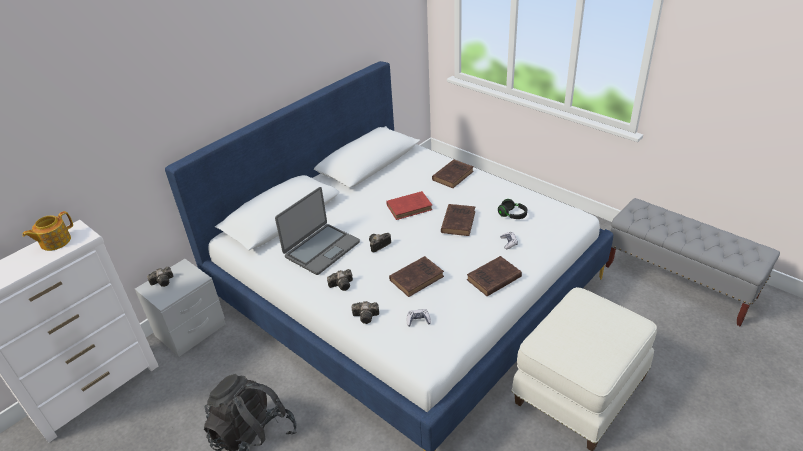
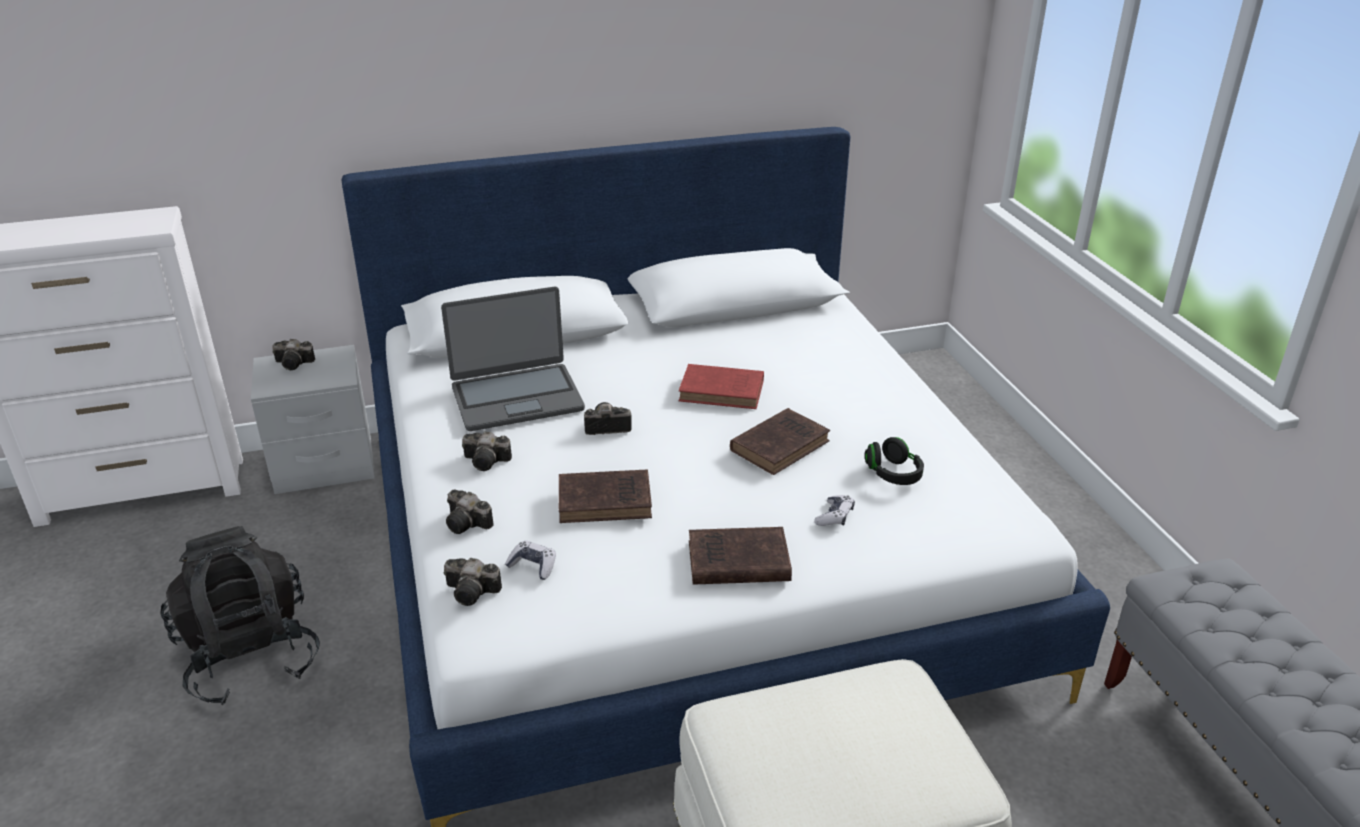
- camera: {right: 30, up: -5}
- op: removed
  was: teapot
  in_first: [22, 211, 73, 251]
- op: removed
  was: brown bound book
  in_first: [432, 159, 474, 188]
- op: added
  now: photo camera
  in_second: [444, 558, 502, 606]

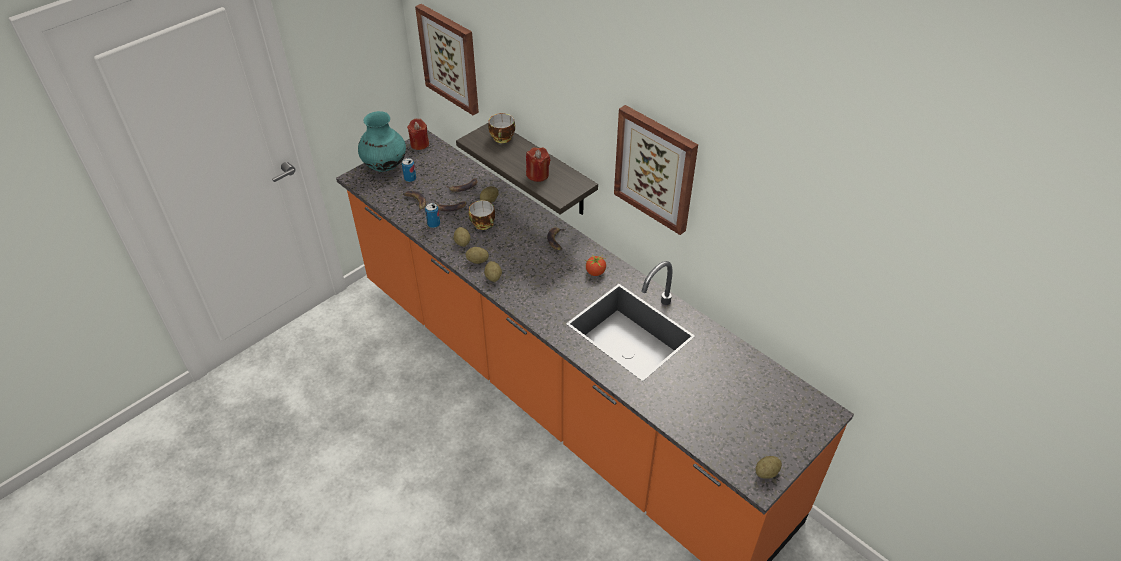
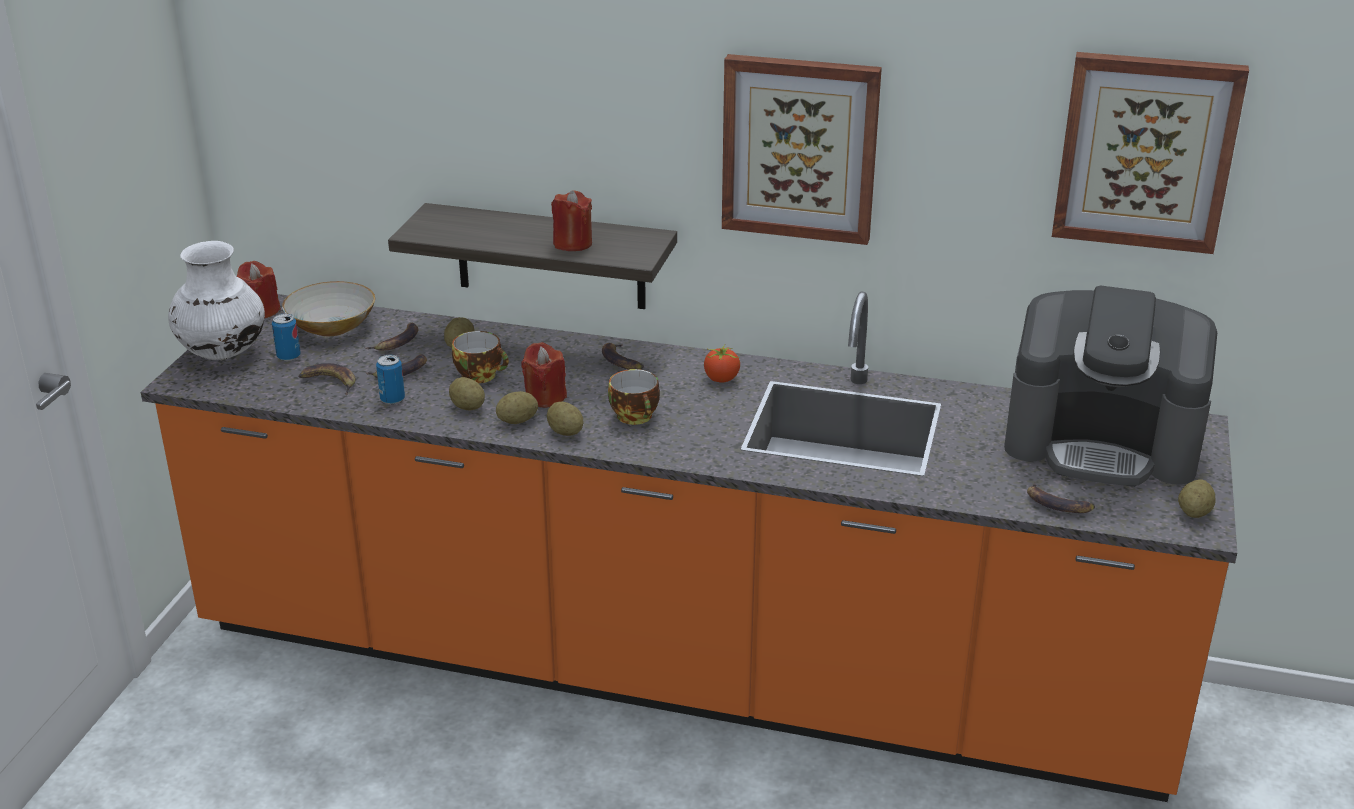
- camera: {right: -30, up: -15}
- op: recoloured
  was: blue-green vase
  now: white vase
  in_first: [358, 111, 406, 172]
  in_second: [168, 241, 265, 360]
- op: moved
  was: wall picture
  in_first: [415, 4, 479, 115]
  in_second: [1052, 52, 1249, 254]
- op: moved
  was: cup
  in_first: [488, 113, 515, 143]
  in_second: [608, 369, 660, 425]
- op: added
  now: bowl
  in_second: [282, 281, 375, 336]
- op: added
  now: reddish candle
  in_second: [521, 342, 567, 408]
- op: added
  now: coffee machine
  in_second: [1004, 286, 1217, 487]
- op: added
  now: banana fruit
  in_second: [1027, 483, 1095, 513]

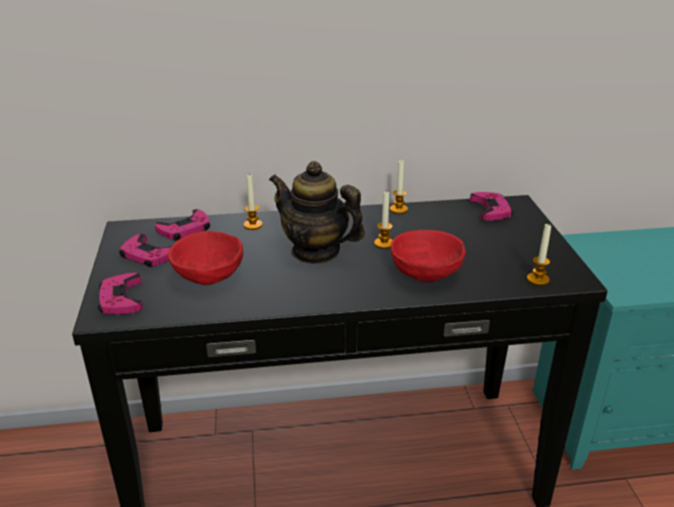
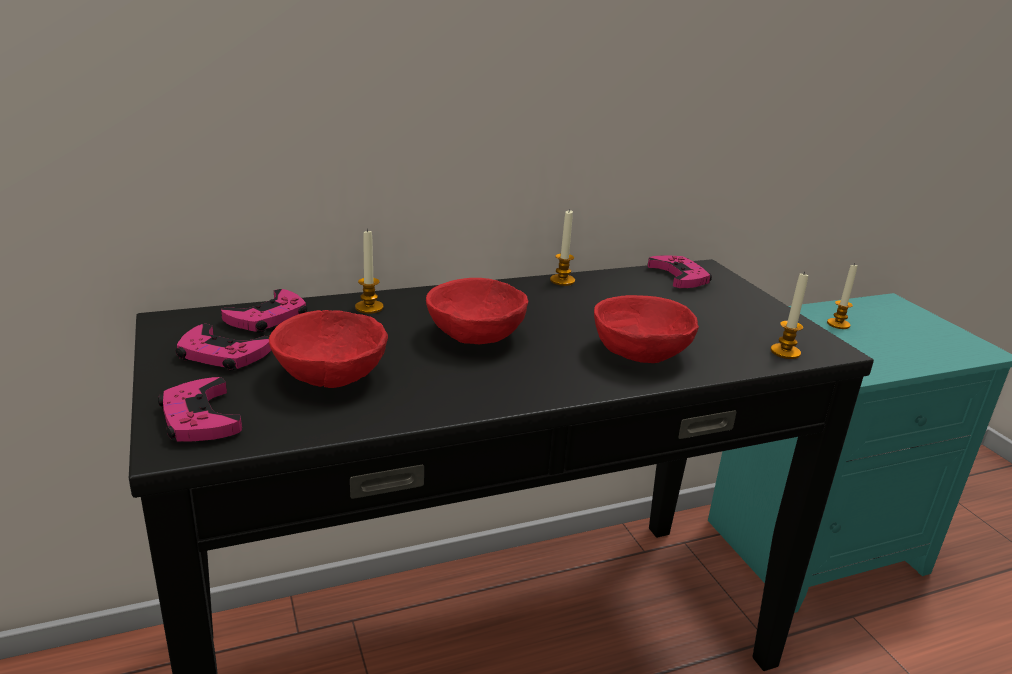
- camera: {right: -15, up: -5}
- op: replaced
  was: teapot
  now: reddish bowl
  in_first: [269, 161, 365, 264]
  in_second: [426, 278, 528, 344]
- op: moved
  was: candle
  in_first: [374, 190, 393, 249]
  in_second: [827, 263, 857, 329]

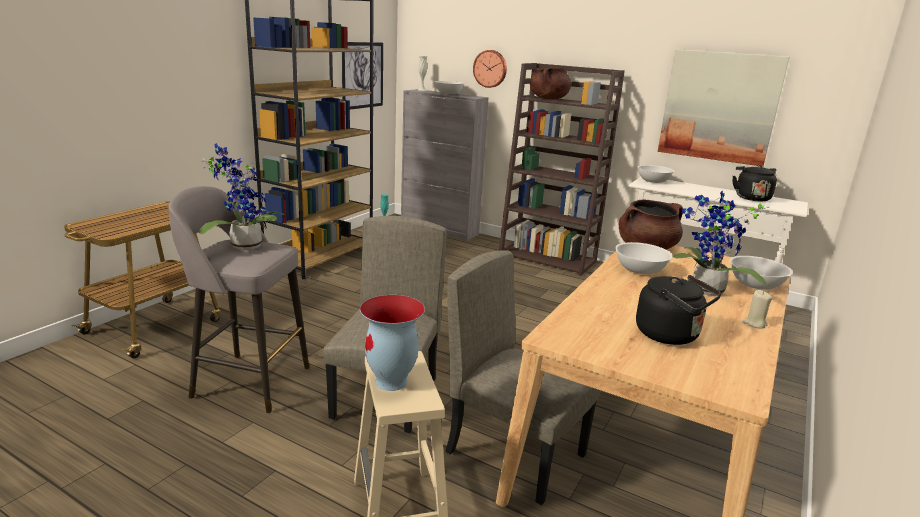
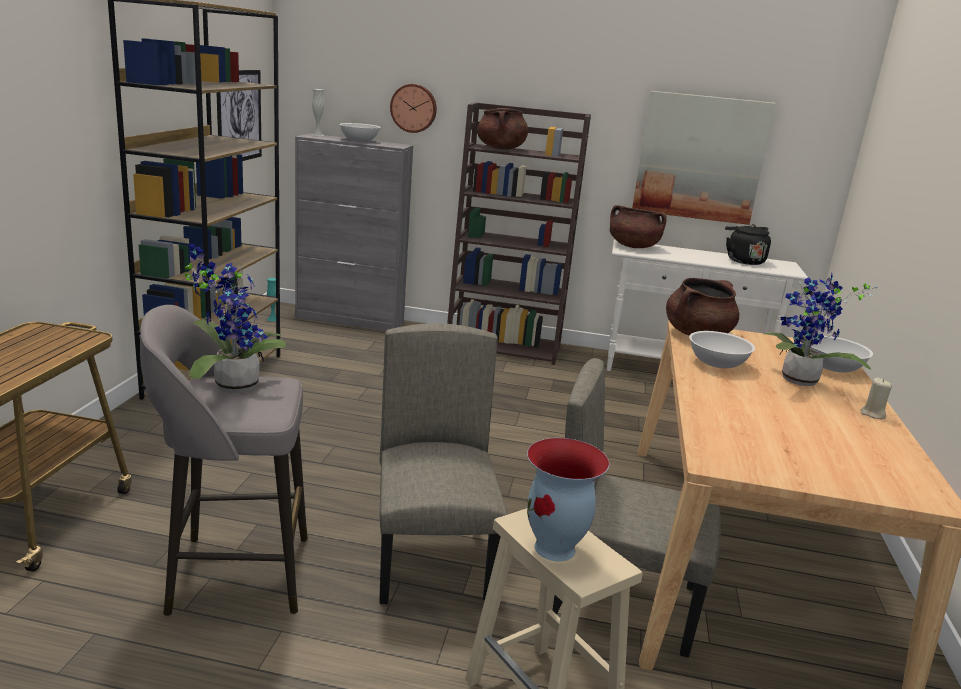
- camera: {right: -20, up: 0}
- op: removed
  was: black kettle
  in_first: [636, 275, 721, 345]
- op: replaced
  was: white bowl
  now: brown saucepot
  in_first: [638, 165, 674, 183]
  in_second: [610, 205, 667, 248]

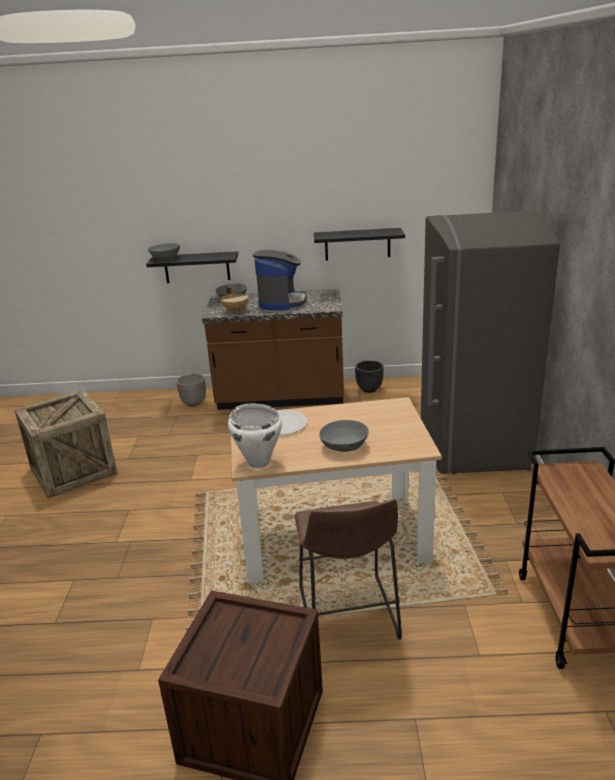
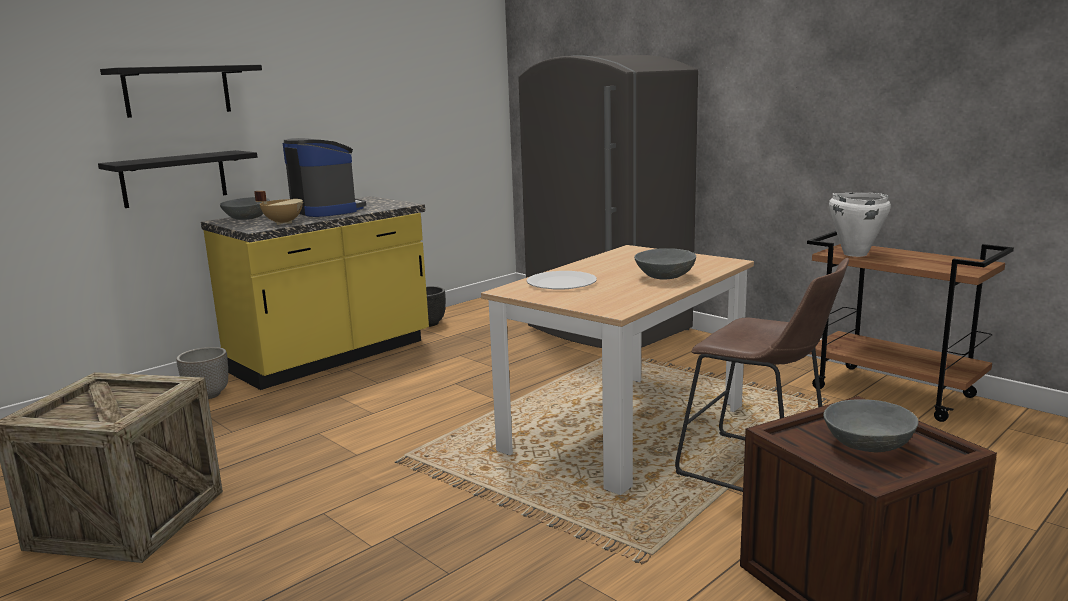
- camera: {right: -45, up: -10}
- op: moved
  was: greyish bowl
  in_first: [148, 243, 180, 260]
  in_second: [823, 399, 918, 452]
- op: recoloured
  was: brown kitchen counter
  now: yellow kitchen counter
  in_first: [202, 289, 344, 410]
  in_second: [201, 196, 429, 390]
- op: moved
  was: white saucepot
  in_first: [228, 403, 282, 469]
  in_second: [829, 193, 891, 257]
- op: moved
  was: black wall shelf
  in_first: [314, 228, 405, 260]
  in_second: [100, 65, 262, 118]

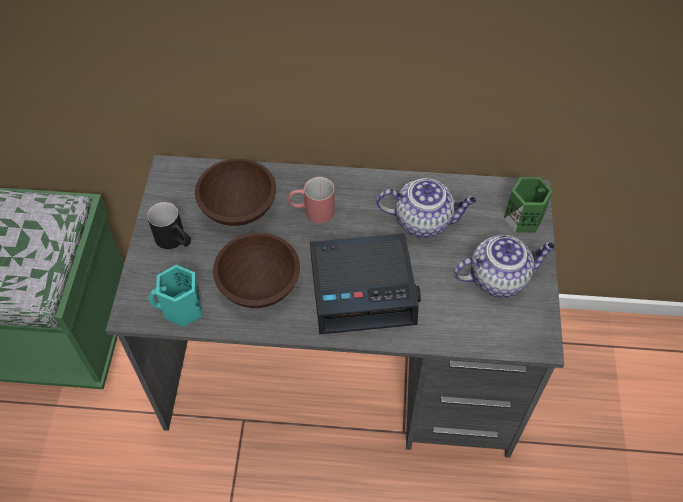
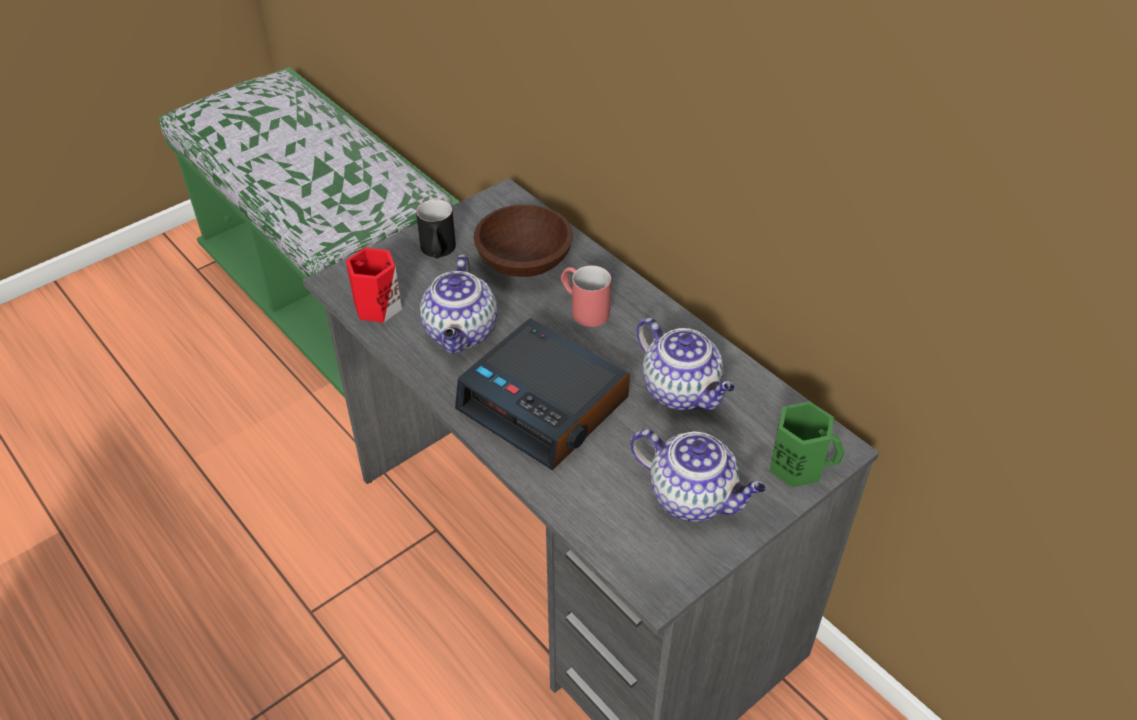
- camera: {right: 45, up: -10}
- op: recoloured
  was: blue-green coffee mug
  now: reddish coffee mug
  in_first: [148, 265, 202, 327]
  in_second: [346, 248, 402, 323]
- op: replaced
  was: brown bowl
  now: teapot
  in_first: [213, 233, 300, 308]
  in_second: [420, 255, 497, 354]

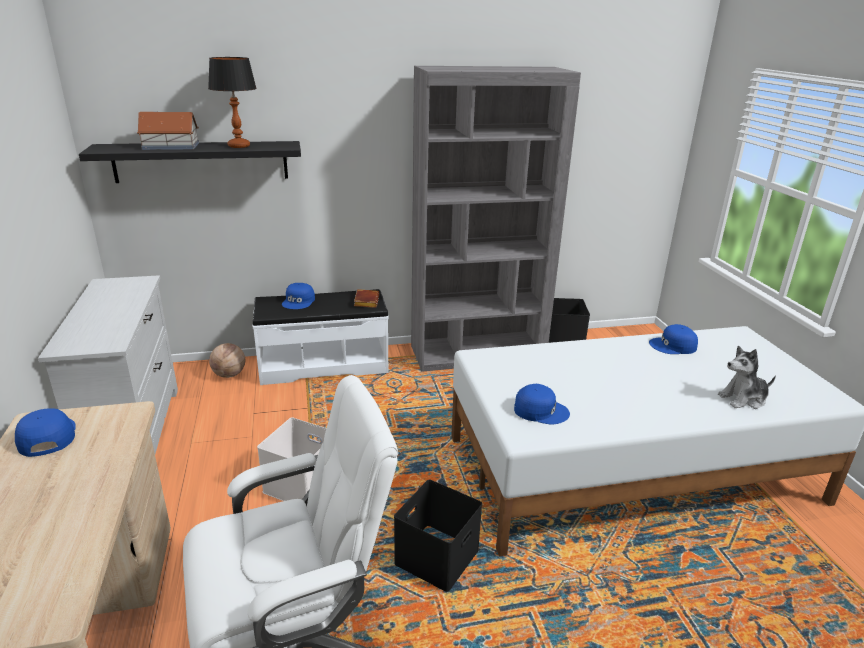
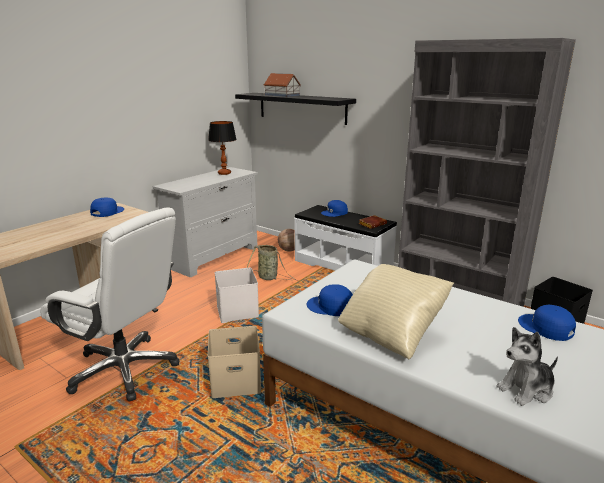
- camera: {right: 50, up: -5}
- op: moved
  was: table lamp
  in_first: [208, 57, 257, 148]
  in_second: [208, 121, 237, 175]
- op: recoloured
  was: black storage box
  now: beige-coloured storage box
  in_first: [394, 480, 482, 592]
  in_second: [208, 326, 261, 398]
- op: turned
  was: blue-coloured baseball cap
  in_first: [514, 384, 570, 424]
  in_second: [307, 284, 353, 316]
  clockwise: 135
- op: turned
  was: cuddly toy
  in_first: [718, 346, 776, 409]
  in_second: [497, 327, 558, 406]
  clockwise: -60
- op: added
  now: basket
  in_second: [247, 245, 296, 280]
- op: added
  now: beige-coloured pillow
  in_second: [338, 264, 454, 359]

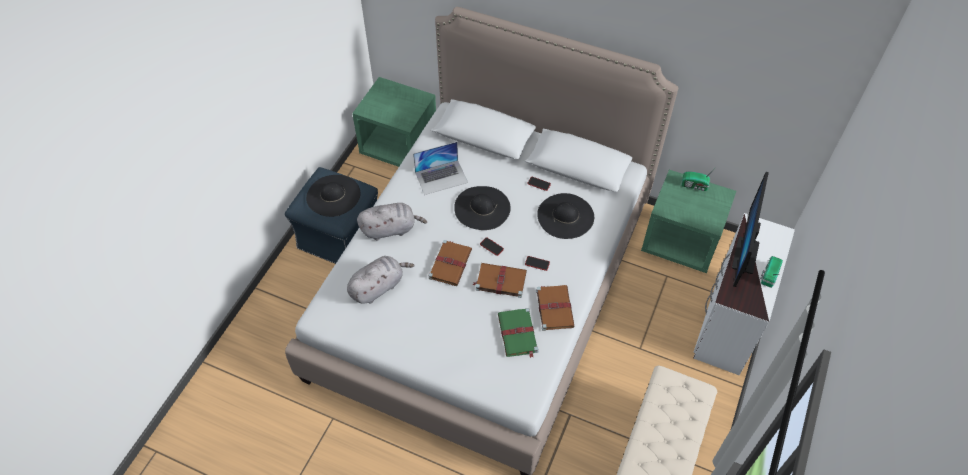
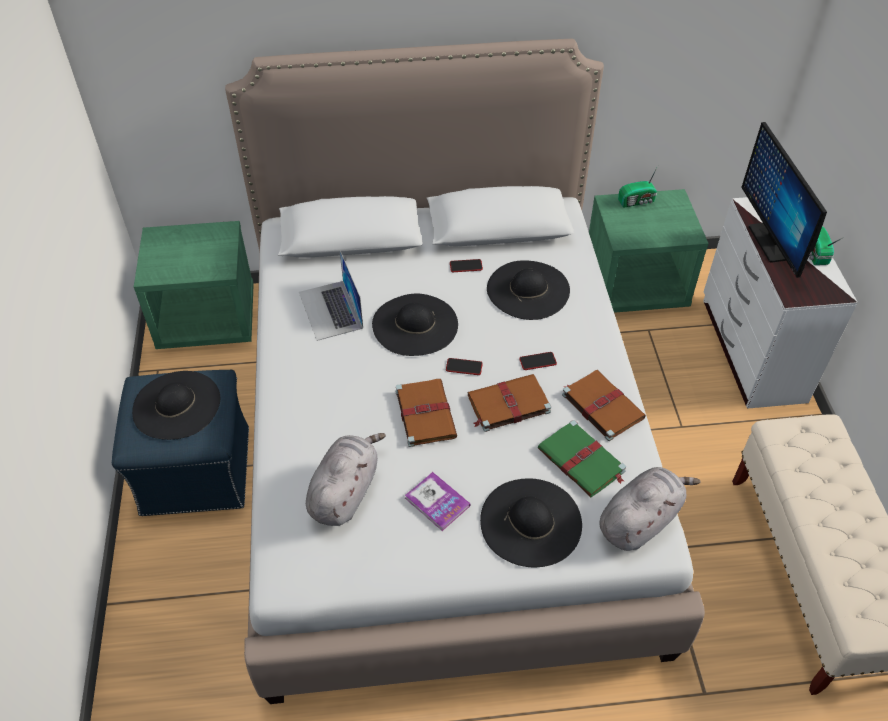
- camera: {right: -30, up: -5}
- op: moved
  was: greyish cuddly toy
  in_first: [357, 203, 427, 240]
  in_second: [599, 467, 701, 551]
- op: turned
  was: laptop
  in_first: [413, 142, 468, 195]
  in_second: [299, 249, 363, 341]
  clockwise: 120
- op: added
  now: bound book
  in_second: [405, 472, 470, 531]
- op: added
  now: black wearable hat
  in_second: [480, 478, 582, 567]

